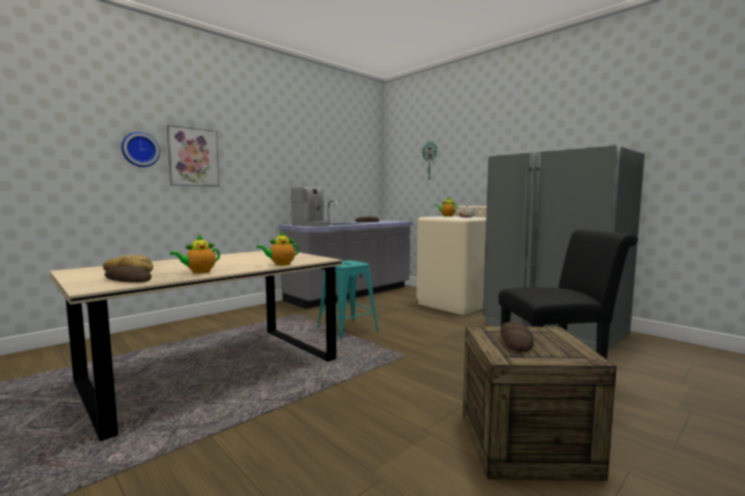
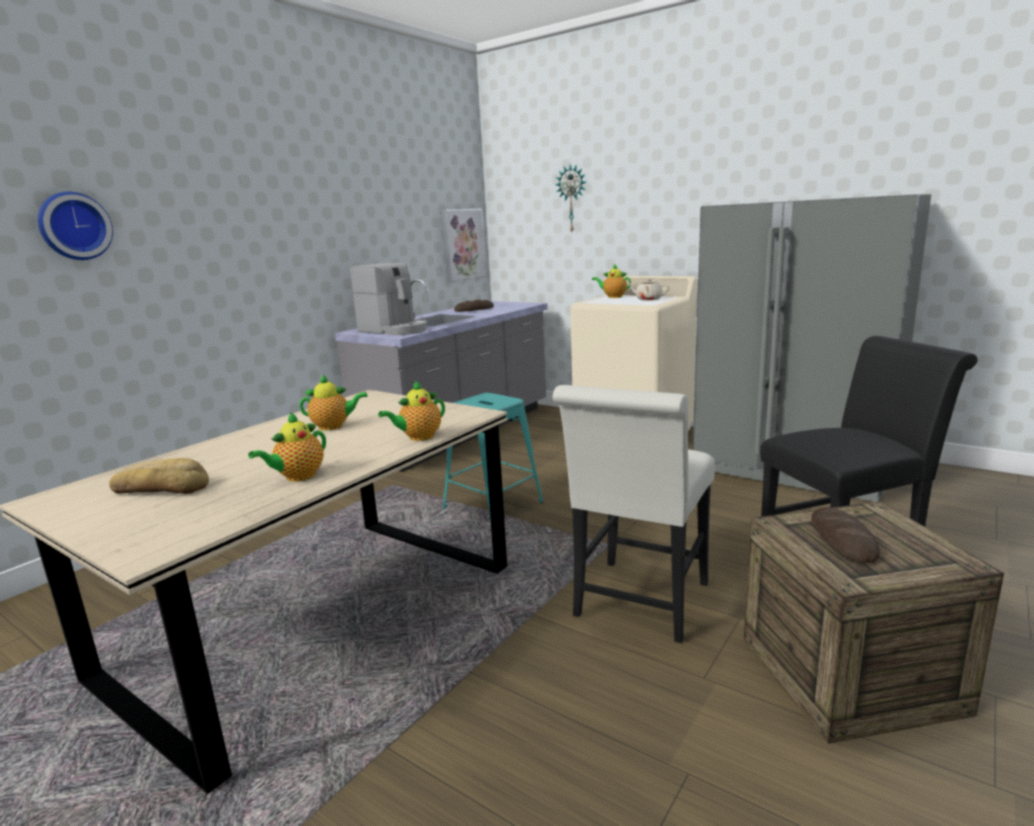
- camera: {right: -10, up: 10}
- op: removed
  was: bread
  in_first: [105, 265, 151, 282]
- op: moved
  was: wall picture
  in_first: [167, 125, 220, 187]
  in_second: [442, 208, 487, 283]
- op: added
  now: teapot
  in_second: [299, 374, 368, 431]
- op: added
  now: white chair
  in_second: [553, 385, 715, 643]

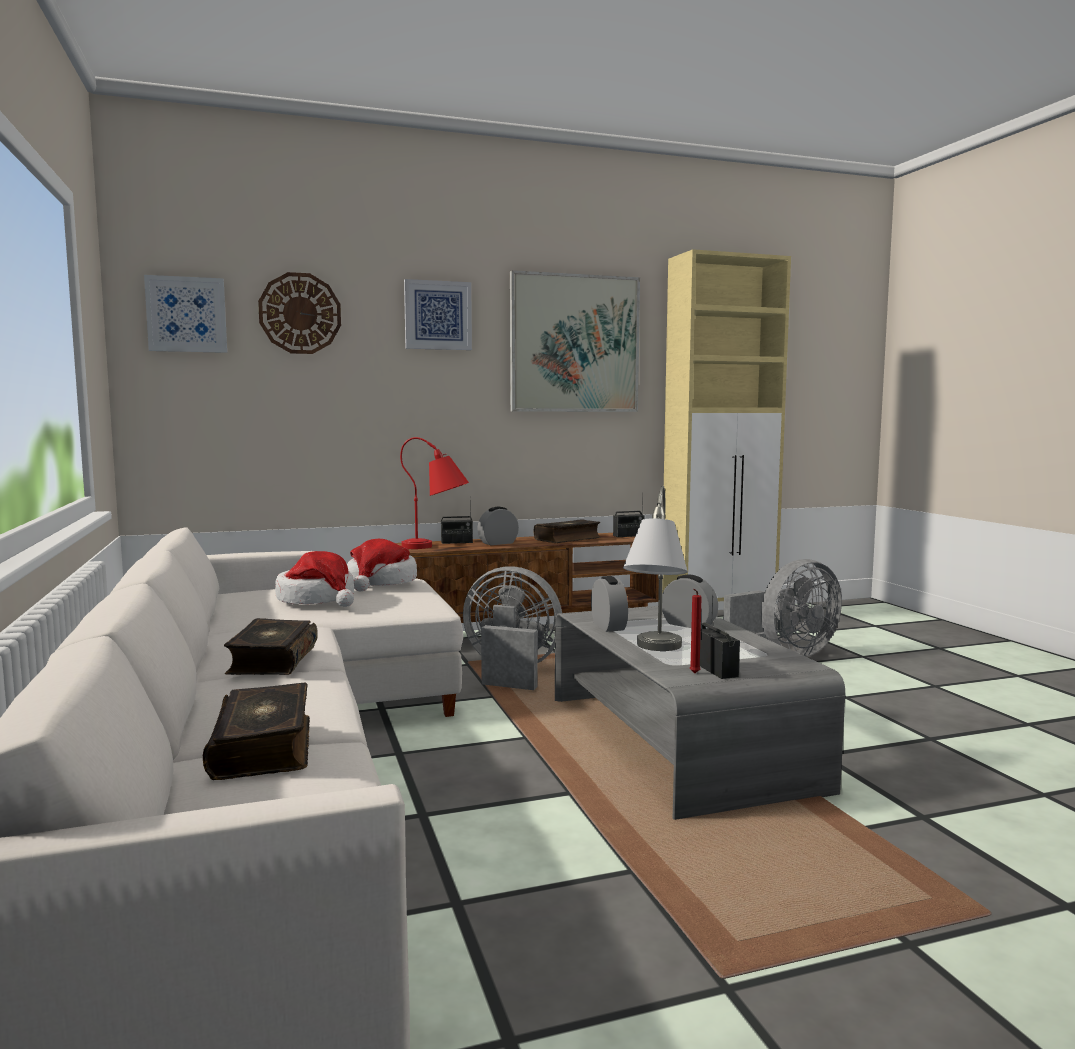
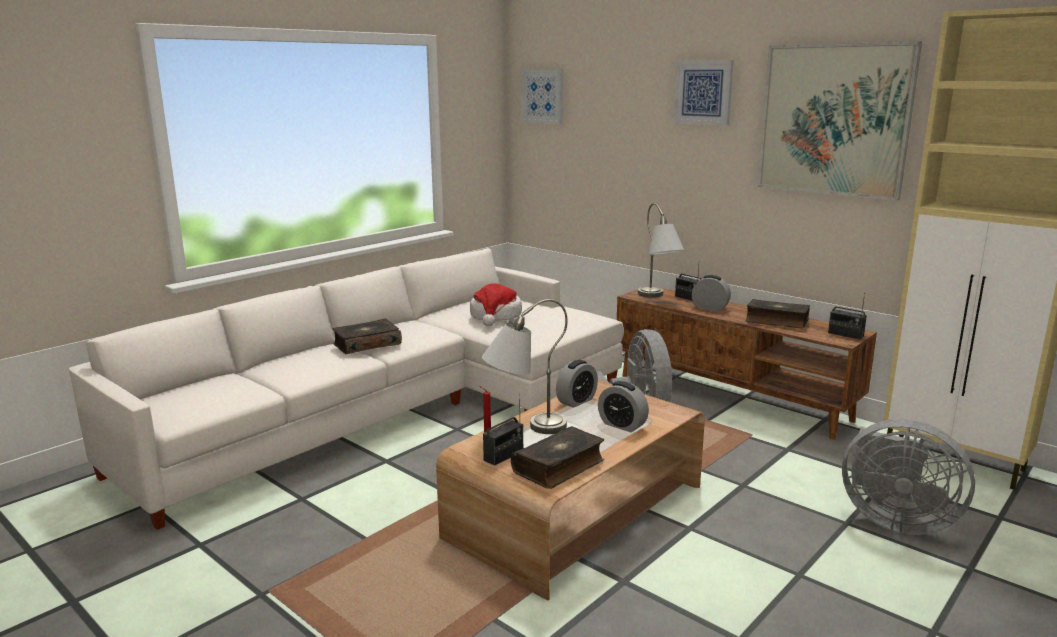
- camera: {right: 60, up: 10}
- op: moved
  was: bound book
  in_first: [203, 683, 310, 780]
  in_second: [511, 426, 604, 489]
- op: removed
  was: clock on the wall
  in_first: [258, 272, 341, 354]
- op: removed
  was: wearable hat
  in_first: [347, 539, 417, 591]
- op: recoloured
  was: reddish table lamp
  now: greyish table lamp
  in_first: [400, 437, 469, 549]
  in_second: [638, 203, 684, 298]
- op: recoloured
  was: greyish coffee table
  now: brown coffee table
  in_first: [555, 606, 845, 820]
  in_second: [436, 380, 705, 601]
- op: turned
  was: alarm clock
  in_first: [662, 574, 718, 629]
  in_second: [598, 381, 649, 432]
  clockwise: 120

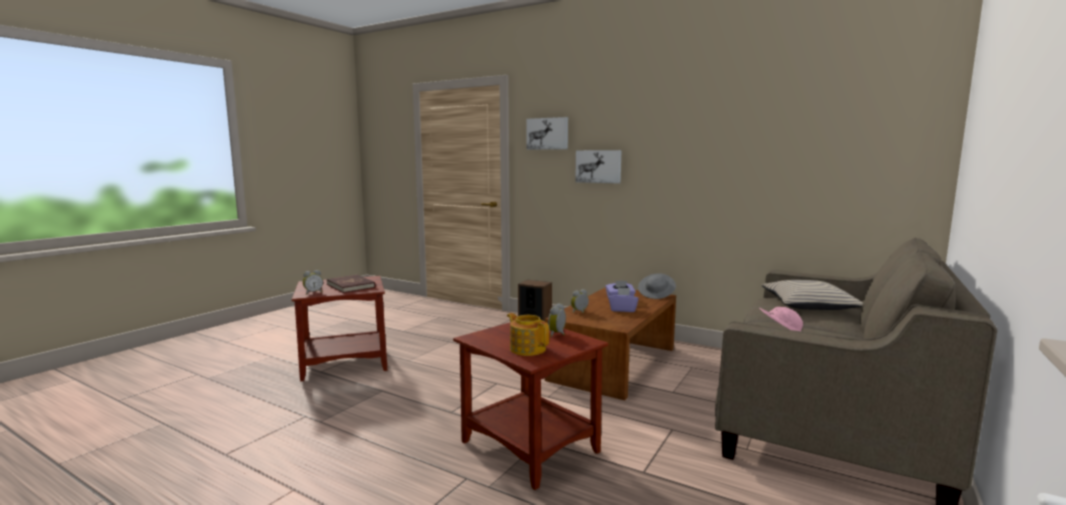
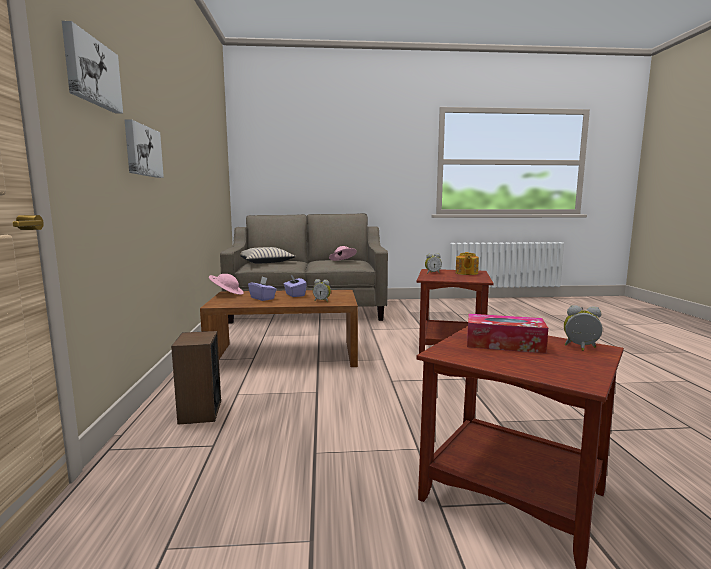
- camera: {right: -125, up: 0}
- op: replaced
  was: reddish bound book
  now: box of tissues
  in_first: [326, 275, 375, 293]
  in_second: [467, 314, 548, 354]
- op: recoloured
  was: greyish wearable hat
  now: pink-coloured wearable hat
  in_first: [638, 273, 676, 299]
  in_second: [209, 274, 244, 295]

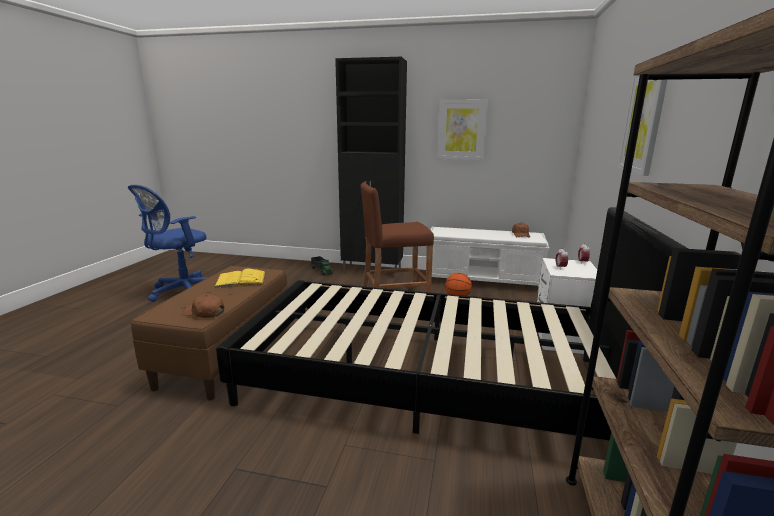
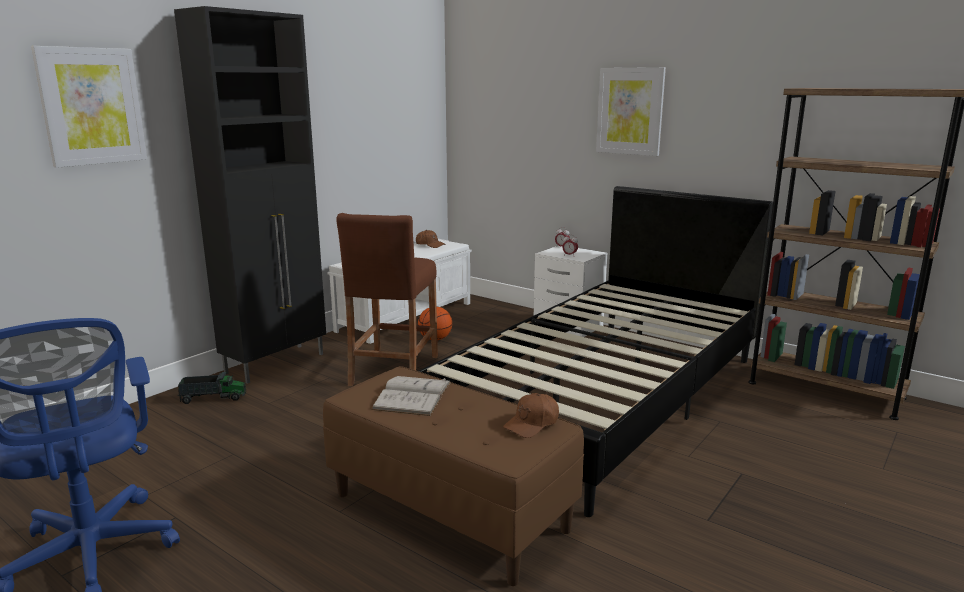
- camera: {right: -65, up: 0}
- op: recoloured
  was: yellow bound book
  now: white bound book
  in_first: [214, 268, 266, 288]
  in_second: [371, 376, 451, 416]
- op: moved
  was: wall picture
  in_first: [437, 100, 488, 160]
  in_second: [31, 46, 147, 168]

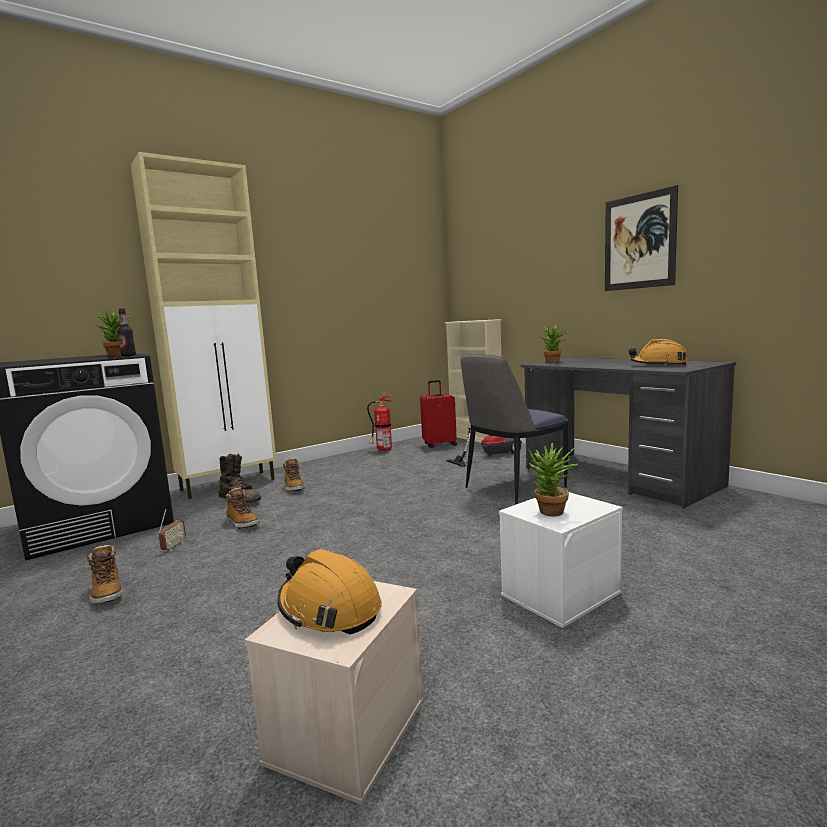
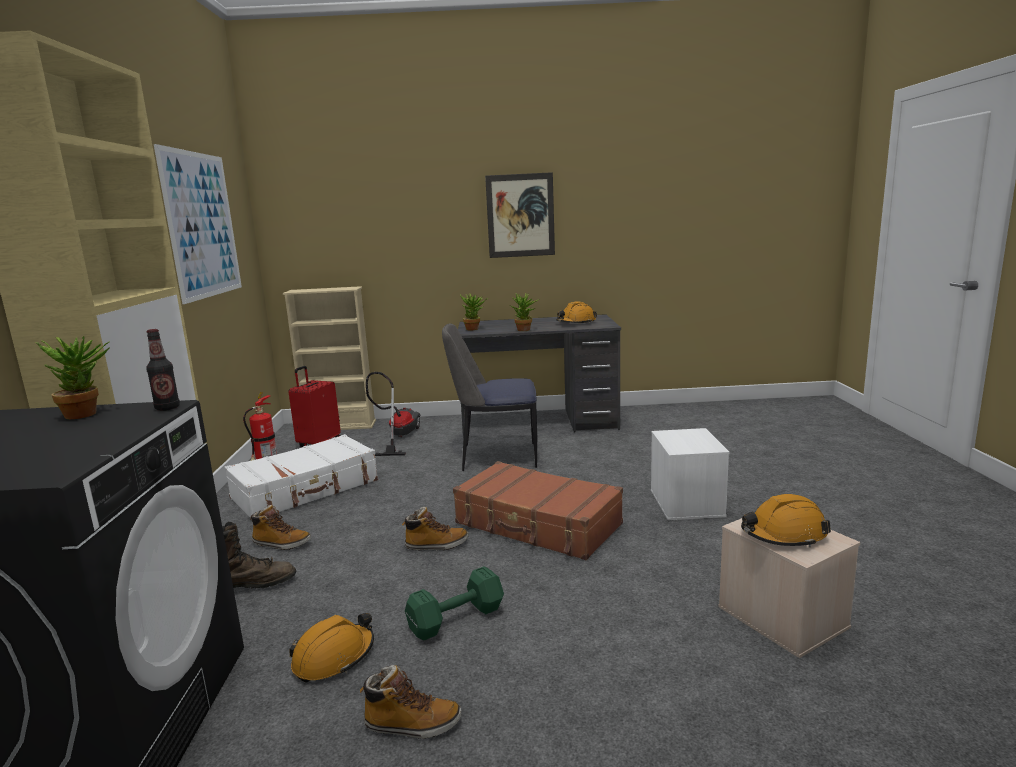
- camera: {right: -55, up: 5}
- op: replaced
  was: radio set
  now: orangey hard hat
  in_first: [158, 509, 186, 551]
  in_second: [290, 613, 374, 683]
- op: moved
  was: high-top boot
  in_first: [225, 488, 260, 529]
  in_second: [402, 507, 469, 551]
- op: turned
  was: chair
  in_first: [460, 354, 568, 505]
  in_second: [442, 323, 537, 471]
  clockwise: 90
- op: moved
  was: potted plant
  in_first: [528, 443, 578, 516]
  in_second: [510, 293, 540, 331]
- op: added
  now: wall picture
  in_second: [154, 144, 242, 304]
- op: added
  now: white piece of luggage
  in_second: [225, 434, 378, 520]
- op: added
  now: green dumbbell
  in_second: [405, 566, 504, 641]
- op: added
  now: brown piece of luggage
  in_second: [453, 461, 623, 560]

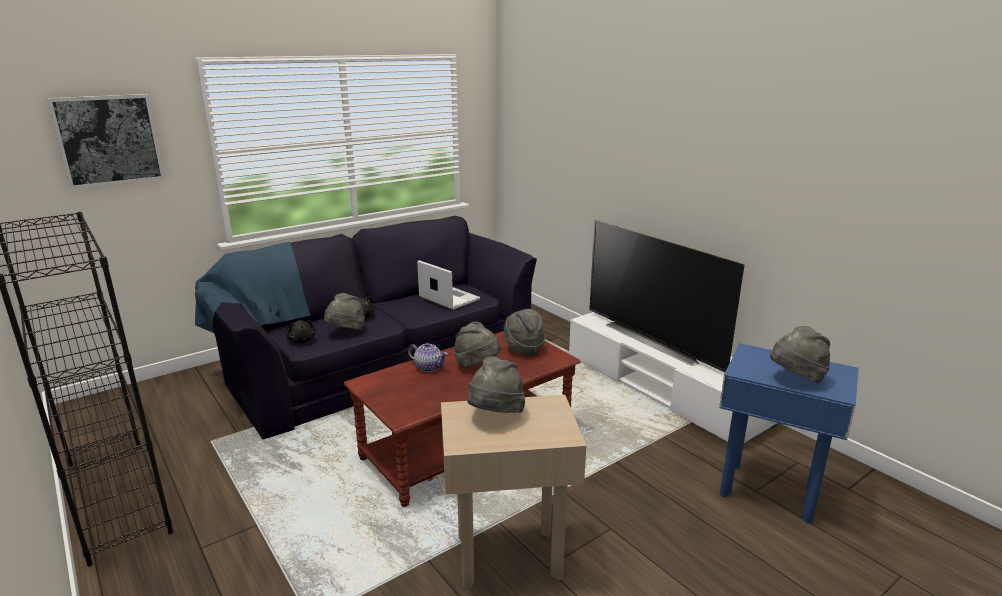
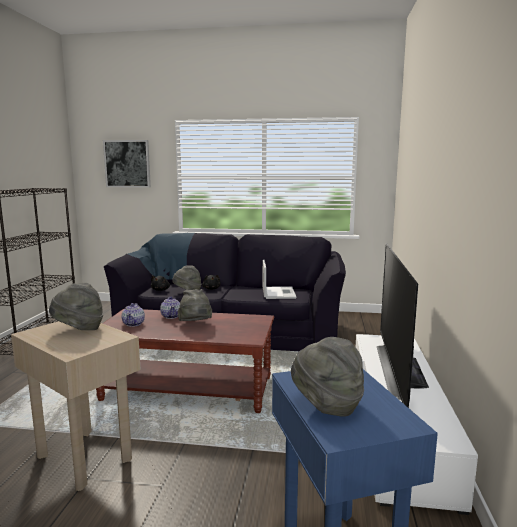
- camera: {right: 45, up: -10}
- op: removed
  was: greyish wearable hat
  in_first: [504, 309, 545, 356]
- op: added
  now: teapot
  in_second: [122, 303, 145, 327]

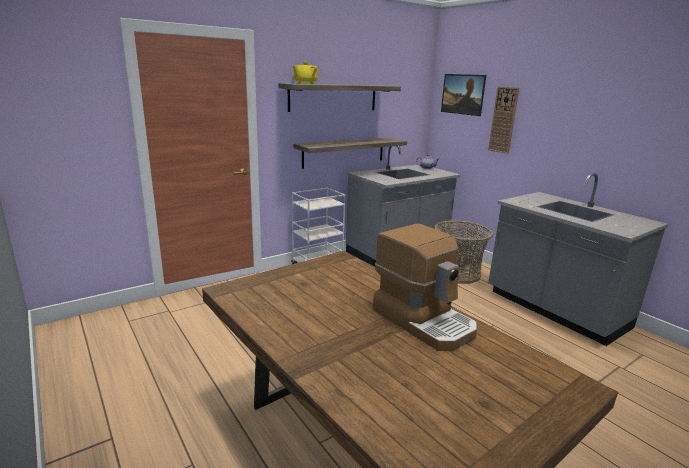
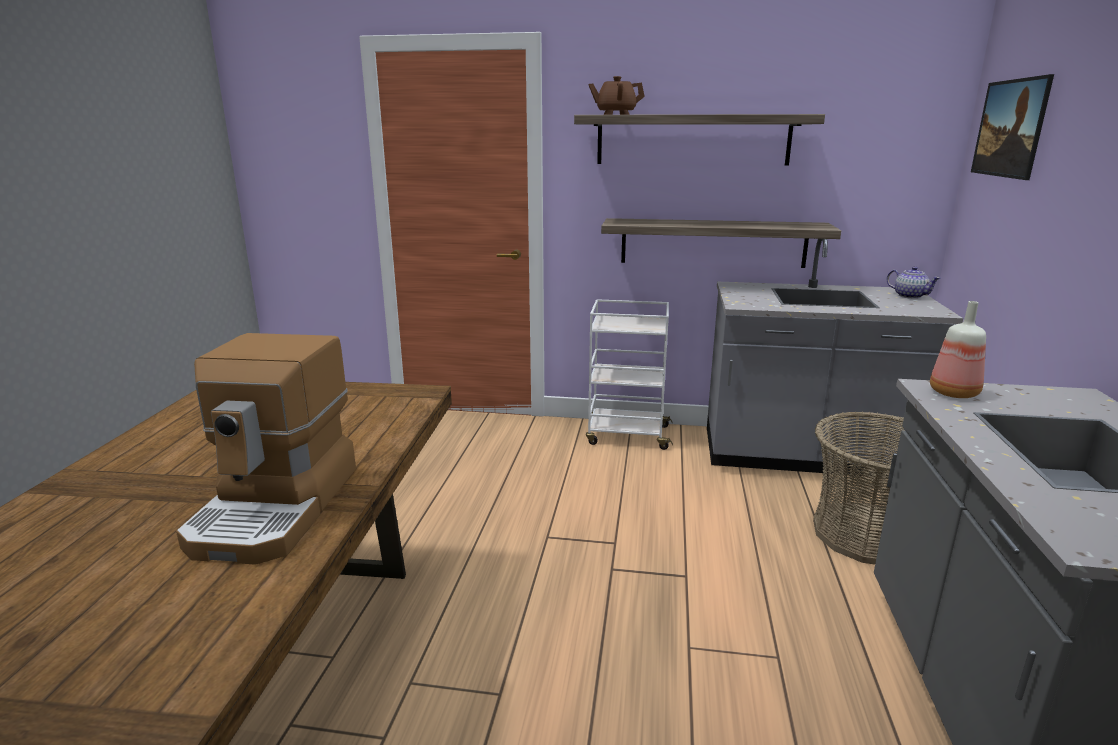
- camera: {right: 45, up: 0}
- op: recoloured
  was: yellow teapot
  now: brown teapot
  in_first: [293, 62, 318, 84]
  in_second: [588, 76, 645, 115]
- op: removed
  was: clock on the wall
  in_first: [488, 87, 519, 154]
- op: added
  now: beverage bottle
  in_second: [930, 301, 986, 398]

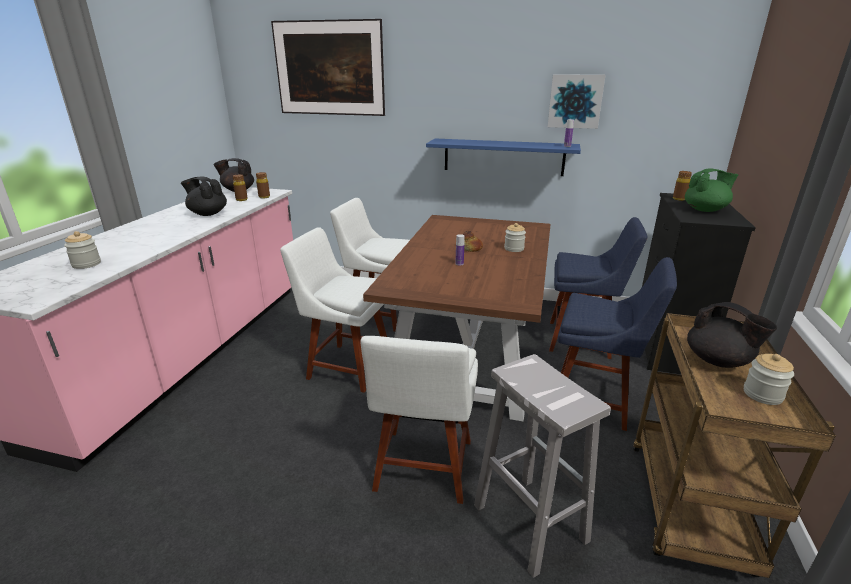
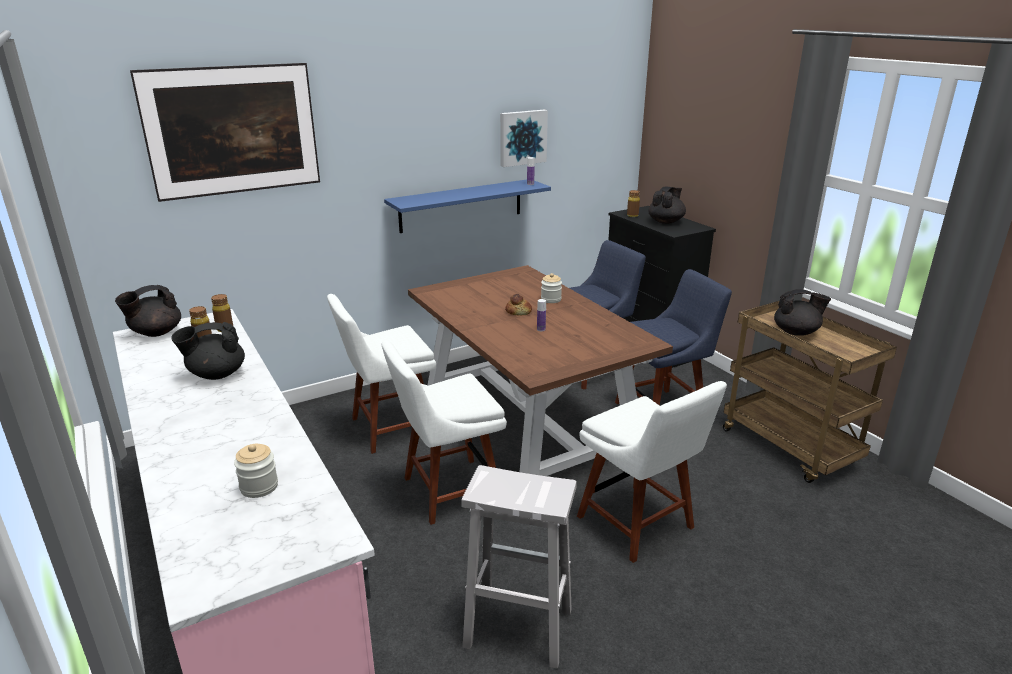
- camera: {right: -45, up: 0}
- op: moved
  was: white sitting stool
  in_first: [474, 354, 611, 578]
  in_second: [461, 465, 577, 669]
- op: recoloured
  was: green teapot
  now: black teapot
  in_first: [685, 168, 739, 212]
  in_second: [648, 187, 686, 224]
- op: removed
  was: preserve jar
  in_first: [744, 354, 794, 405]

